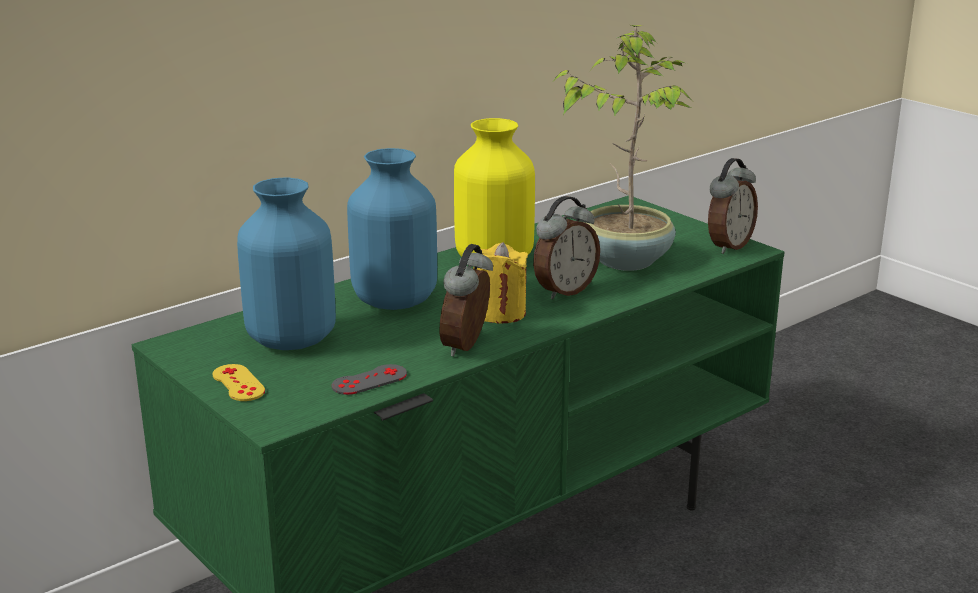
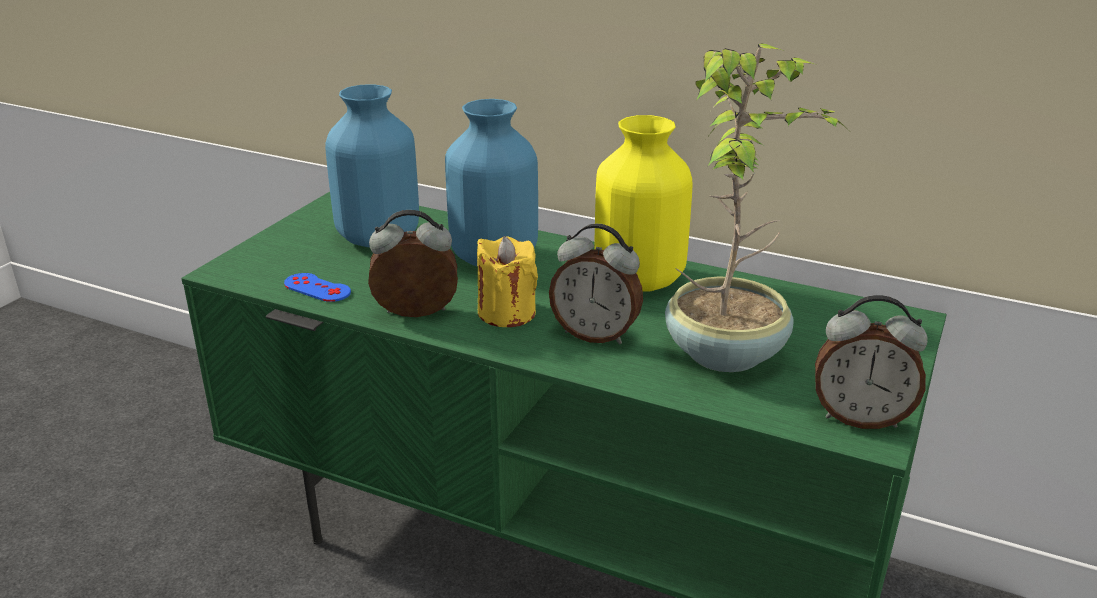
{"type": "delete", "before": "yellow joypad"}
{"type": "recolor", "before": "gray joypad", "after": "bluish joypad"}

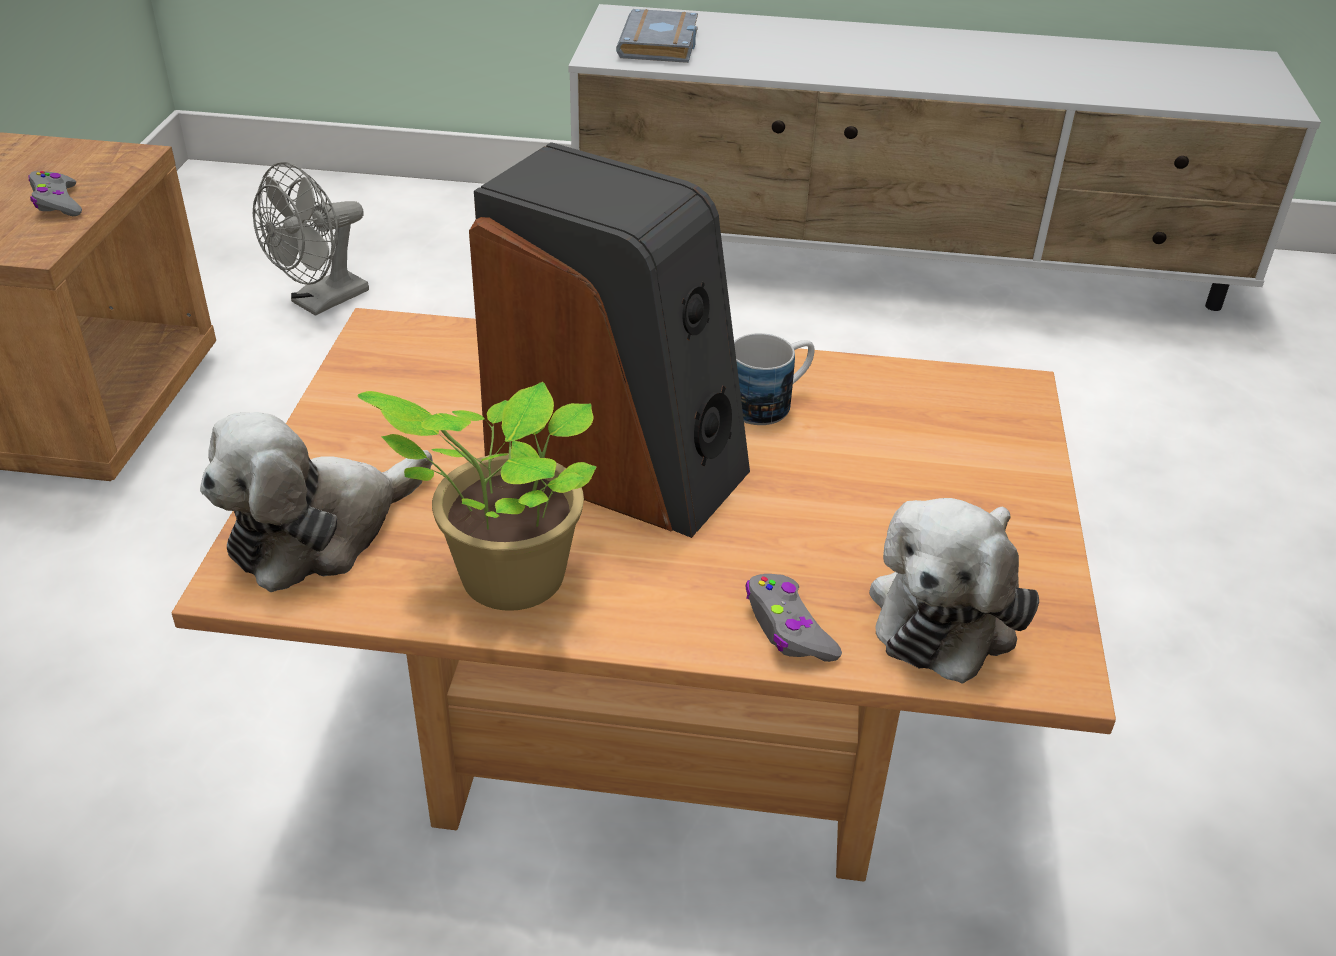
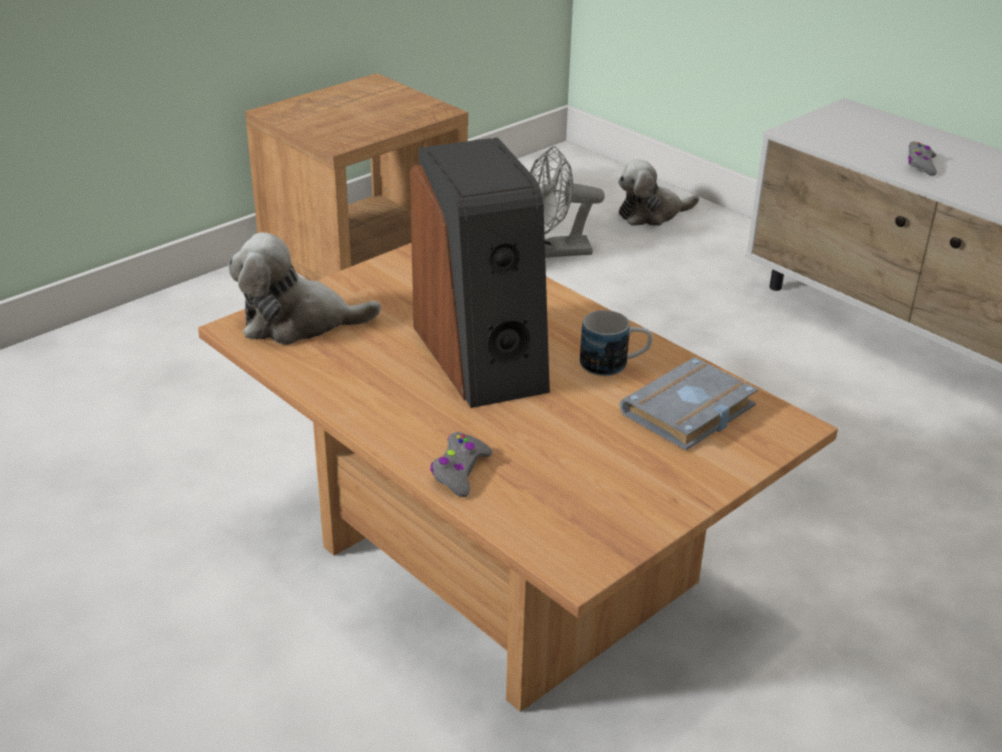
{"type": "move", "before": "gray joypad (1st from left in the first image)", "after": "gray joypad (2nd from left)"}
{"type": "delete", "before": "houseplant"}
{"type": "move", "before": "gray volume"}
{"type": "move", "before": "plush toy (2nd from left)"}

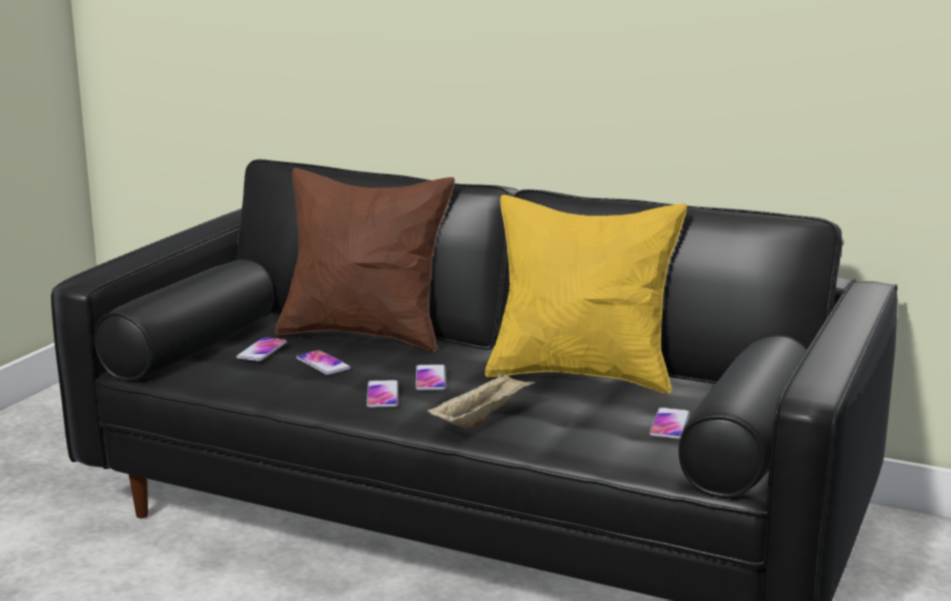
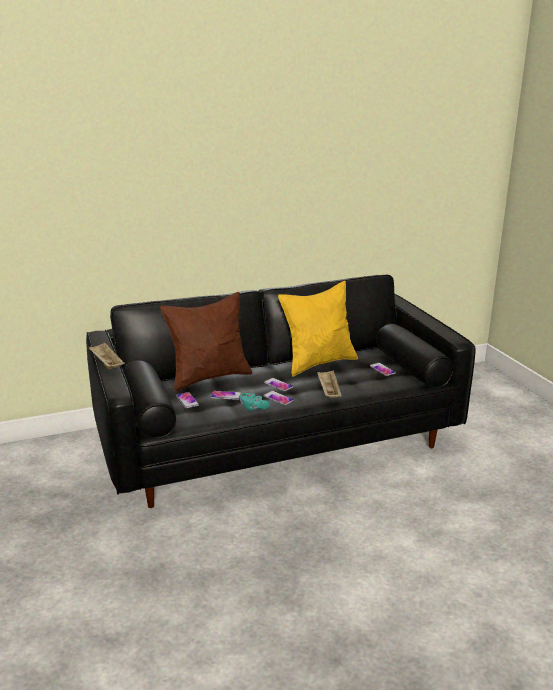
{"type": "insert", "after": "beige serving tray (1st from left)"}
{"type": "insert", "after": "turquoise-coloured joypad"}

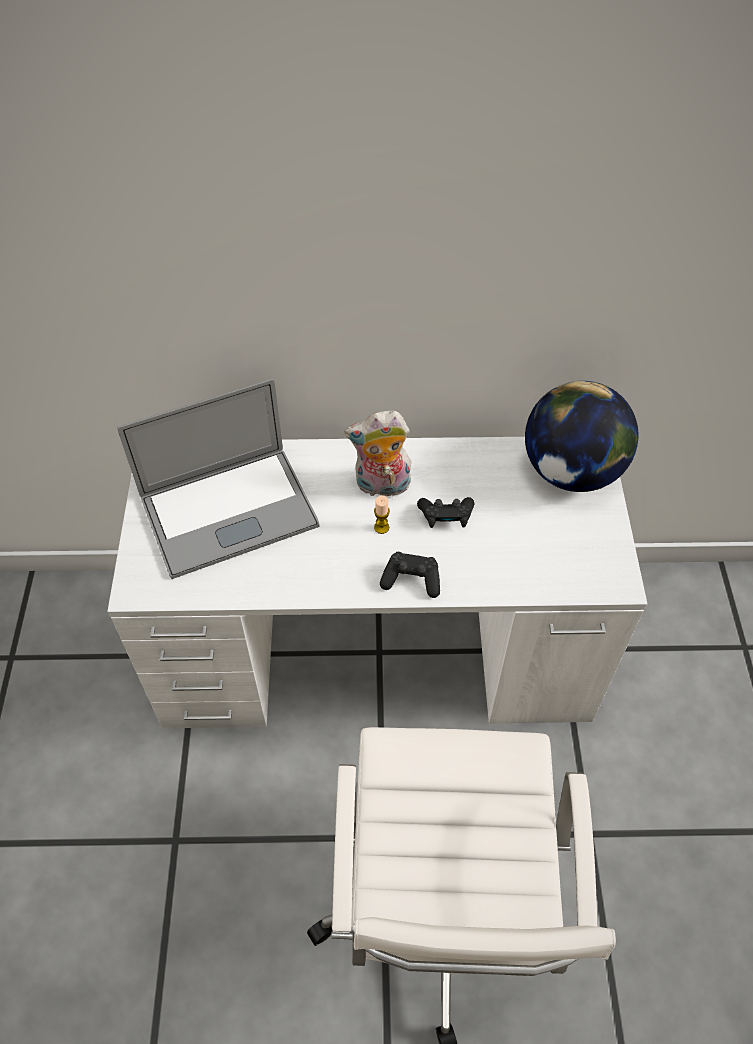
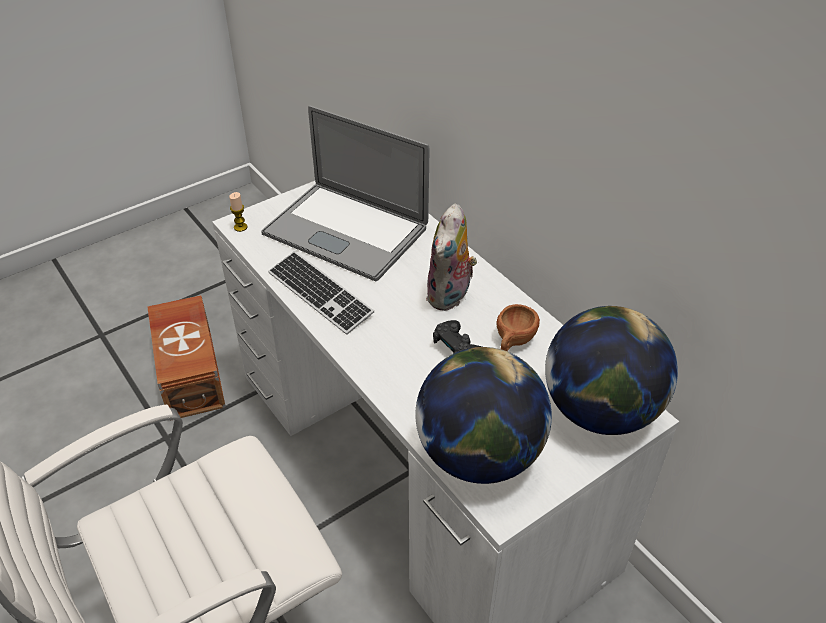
{"type": "rotate", "before": "plush toy", "turn": -120}
{"type": "move", "before": "candle"}
{"type": "delete", "before": "blackish joypad (1st from left)"}
{"type": "insert", "after": "brown storage bin"}
{"type": "insert", "after": "PC keyboard"}
{"type": "insert", "after": "desk globe (1st from left)"}
{"type": "insert", "after": "brown cup"}

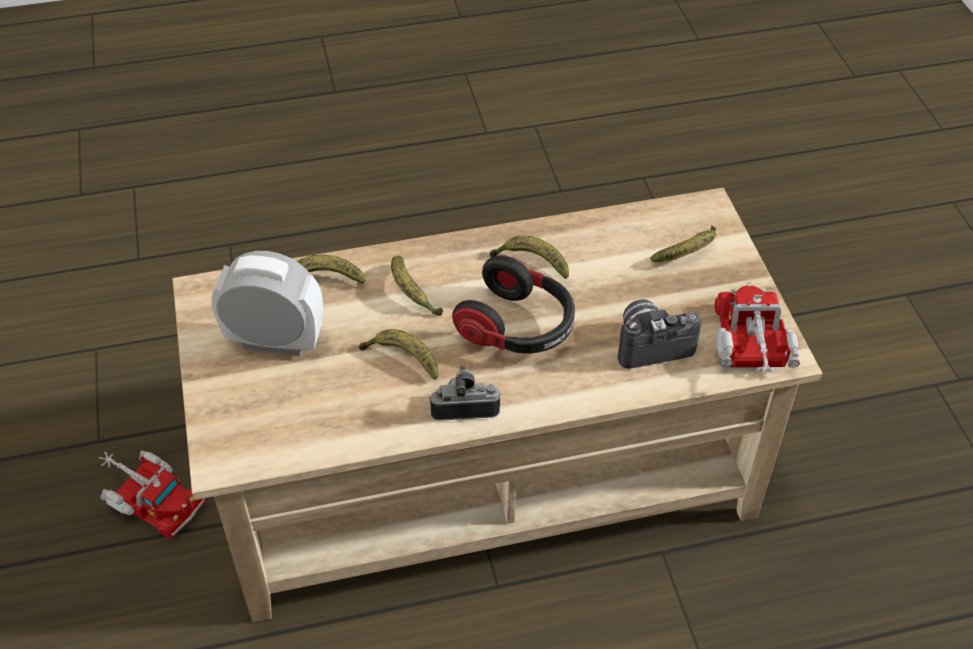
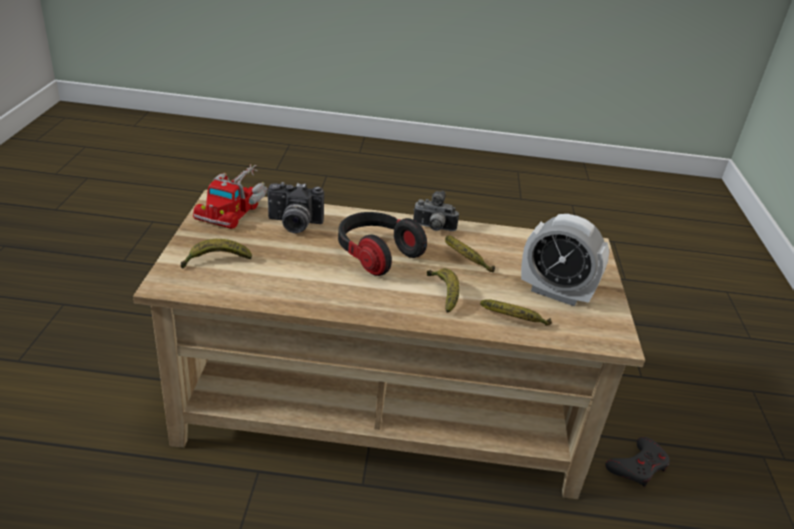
{"type": "replace", "before": "model truck (1st from left)", "after": "gray joypad"}
{"type": "delete", "before": "banana (4th from left)"}

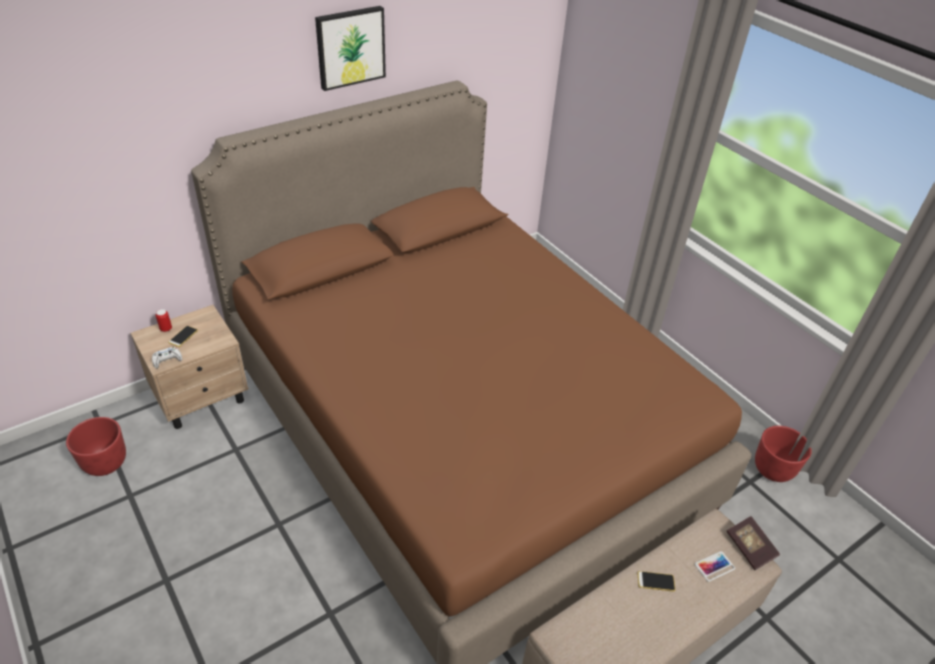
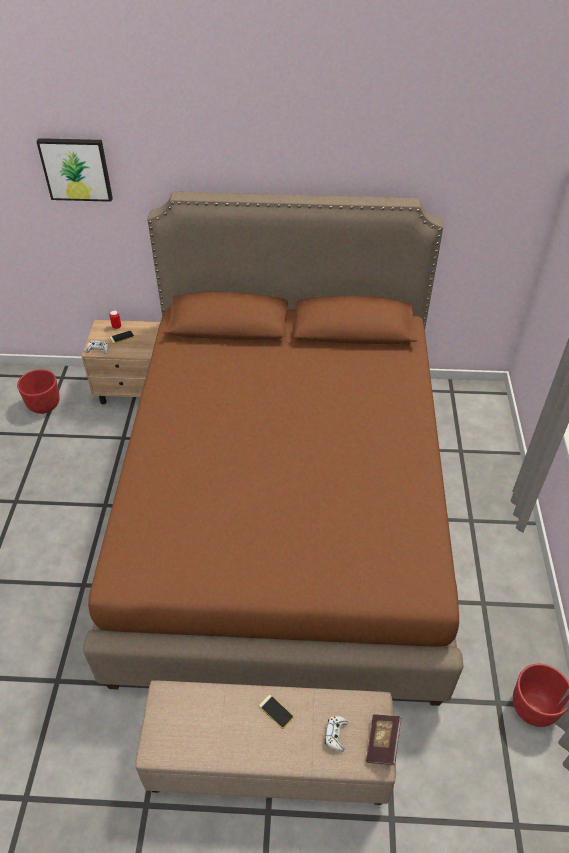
{"type": "move", "before": "picture"}
{"type": "replace", "before": "phone (3rd from left)", "after": "white joypad (2nd from left)"}

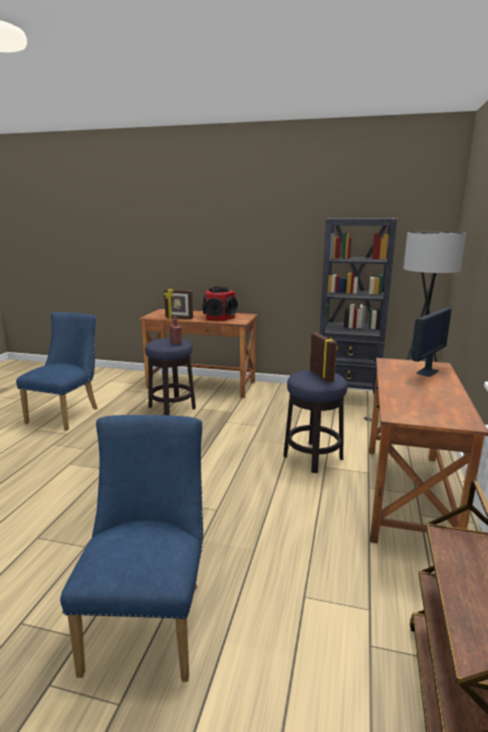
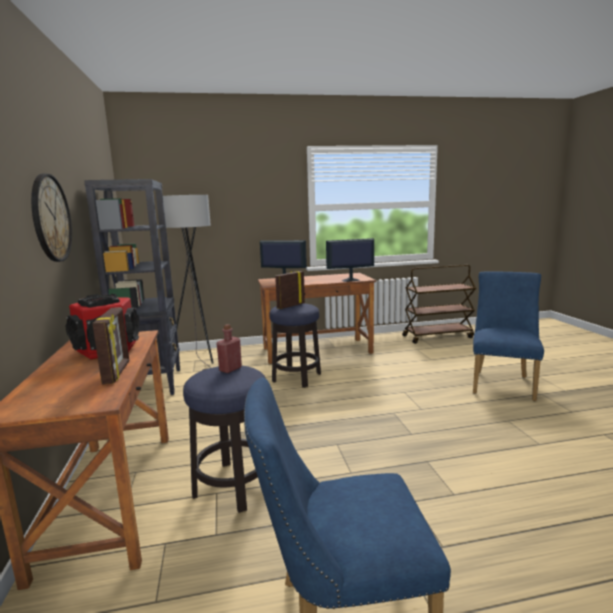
{"type": "rotate", "before": "bluish upright chair (2nd from left)", "turn": 135}
{"type": "insert", "after": "hanging clock"}
{"type": "insert", "after": "computer display (2nd from left)"}

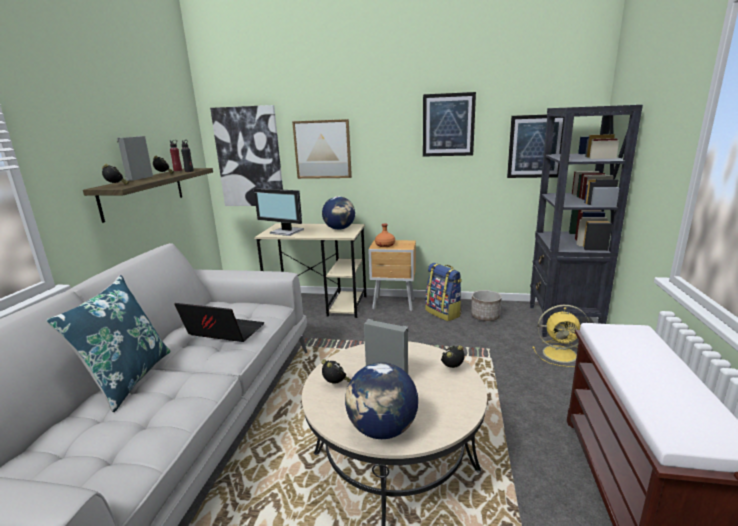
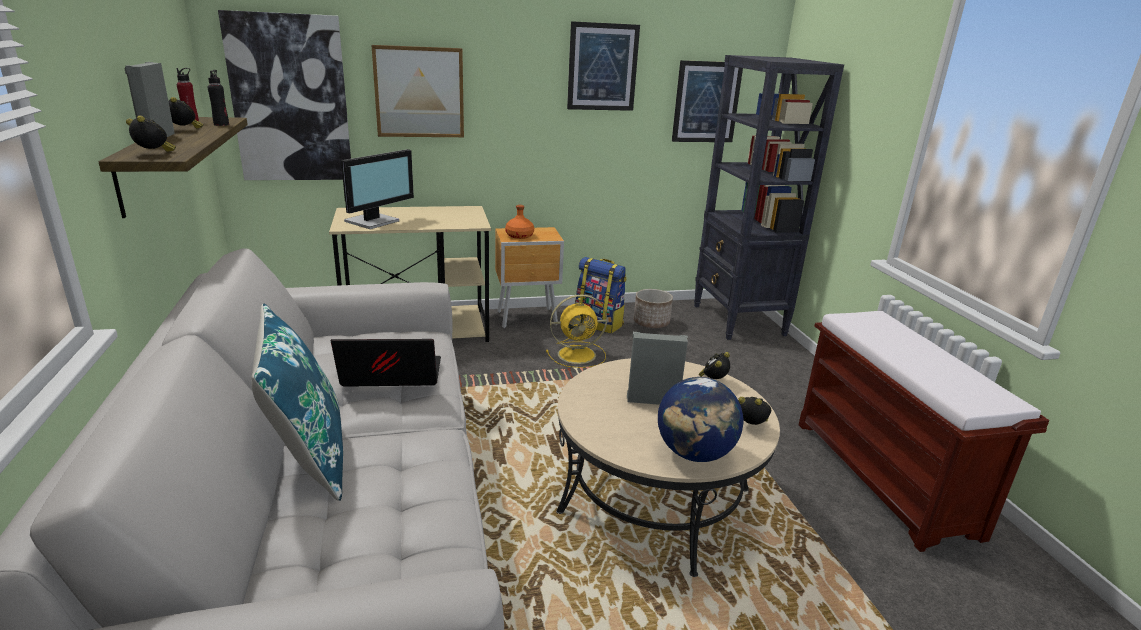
{"type": "rotate", "before": "computer display", "turn": -60}
{"type": "move", "before": "bedside clock (3rd from left in the first image)", "after": "bedside clock (4th from left)"}
{"type": "delete", "before": "desk globe (1st from left)"}
{"type": "move", "before": "yellow electric fan"}

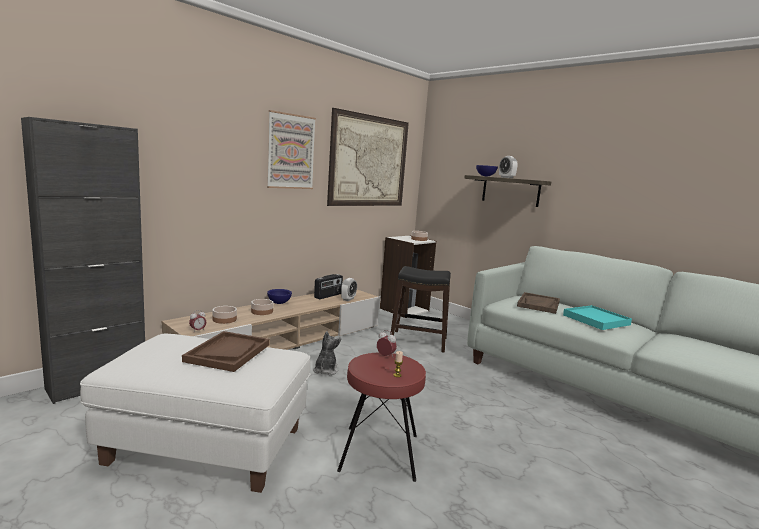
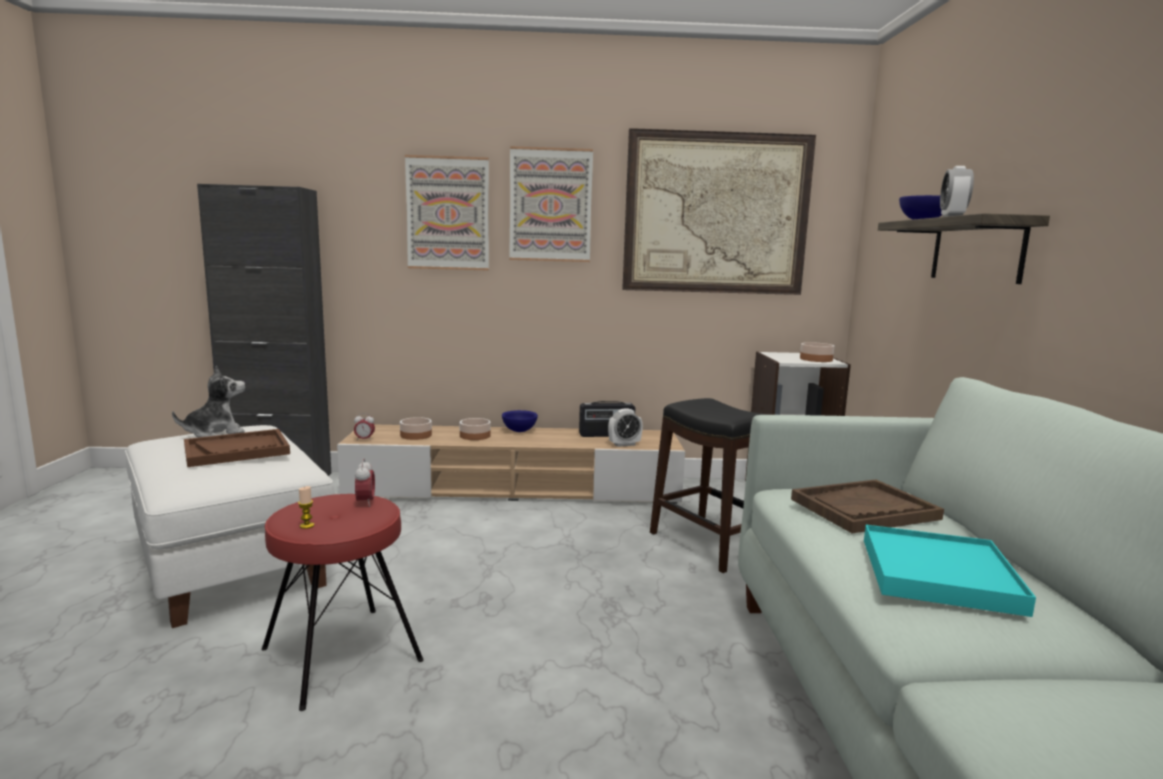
{"type": "move", "before": "plush toy"}
{"type": "insert", "after": "picture (1st from left)"}

